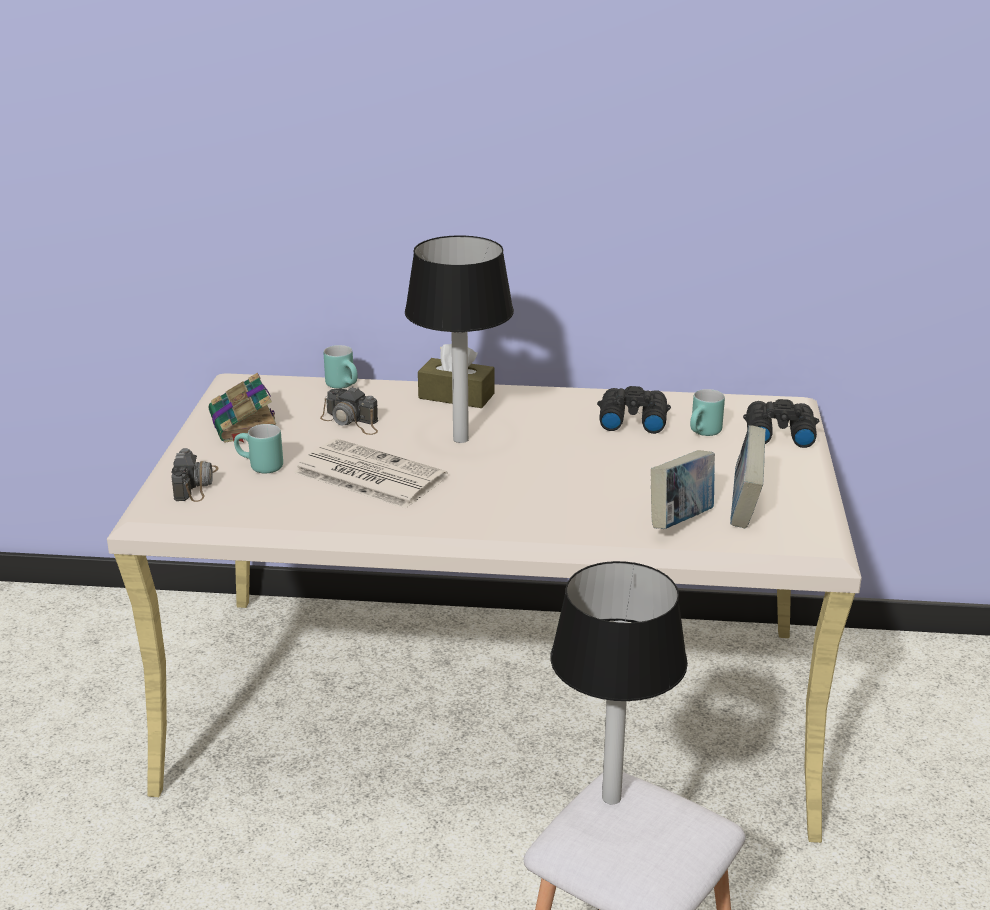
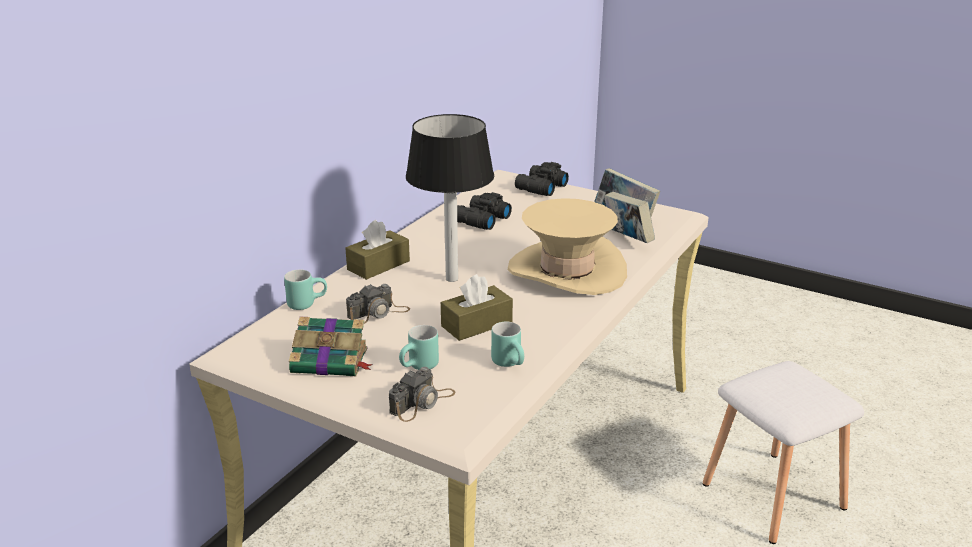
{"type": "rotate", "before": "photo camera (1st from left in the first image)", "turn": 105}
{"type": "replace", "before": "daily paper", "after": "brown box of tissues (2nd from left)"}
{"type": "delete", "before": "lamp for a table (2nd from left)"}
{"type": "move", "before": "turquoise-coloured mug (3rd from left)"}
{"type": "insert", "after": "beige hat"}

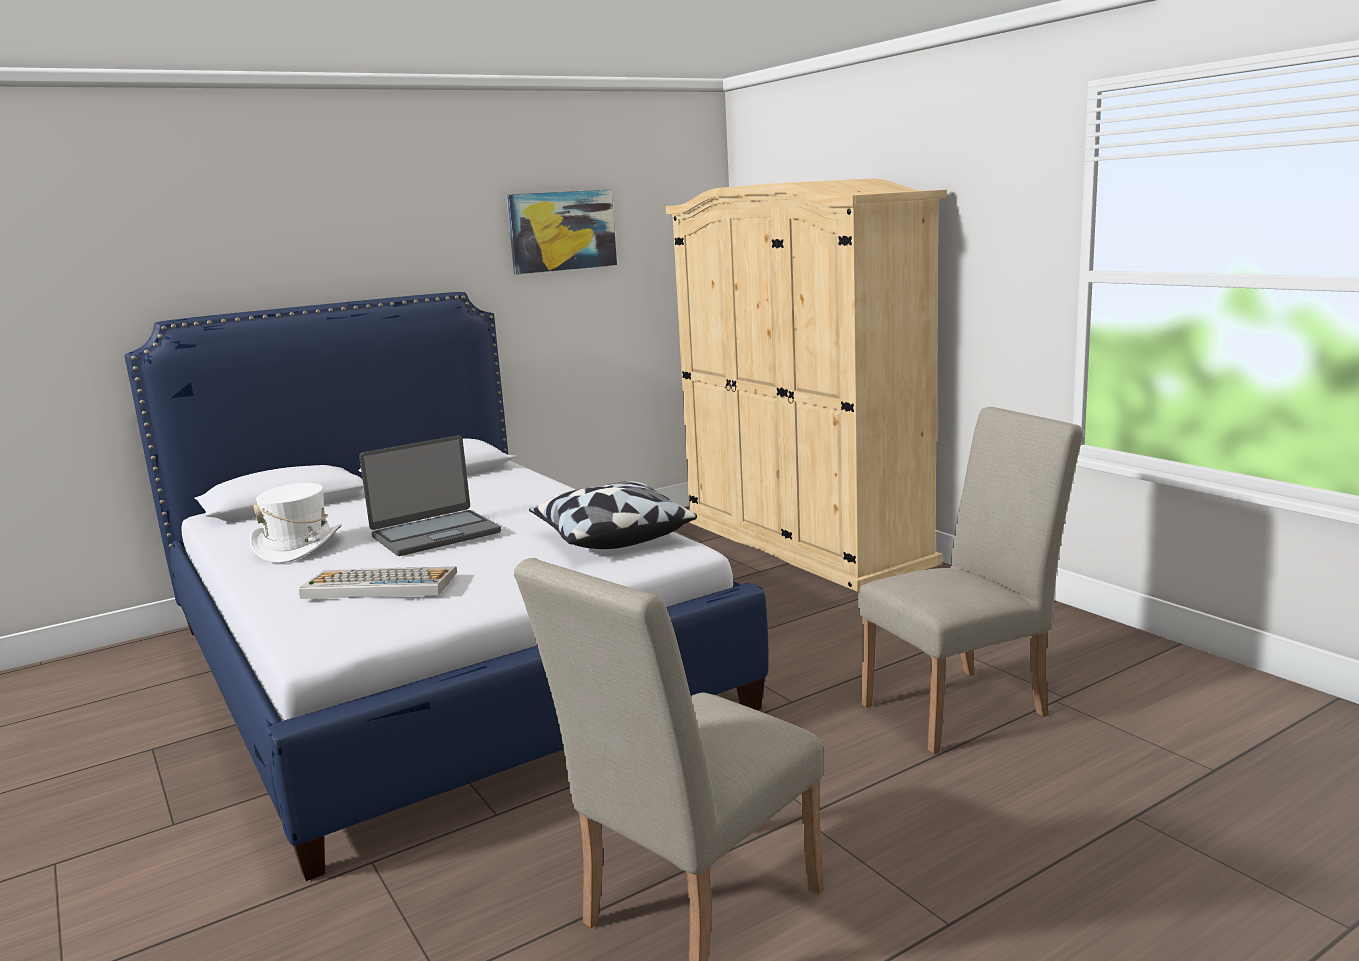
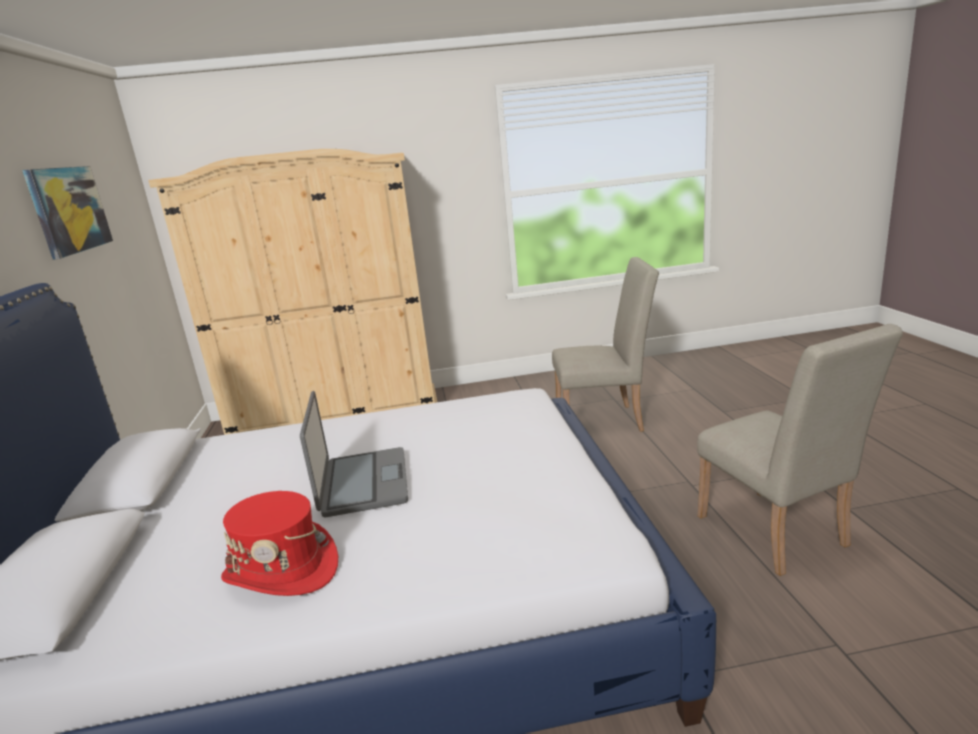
{"type": "recolor", "before": "white hat", "after": "red hat"}
{"type": "delete", "before": "PC keyboard"}
{"type": "delete", "before": "cushion"}
{"type": "rotate", "before": "beige upright chair (2nd from left in the first image)", "turn": 90}

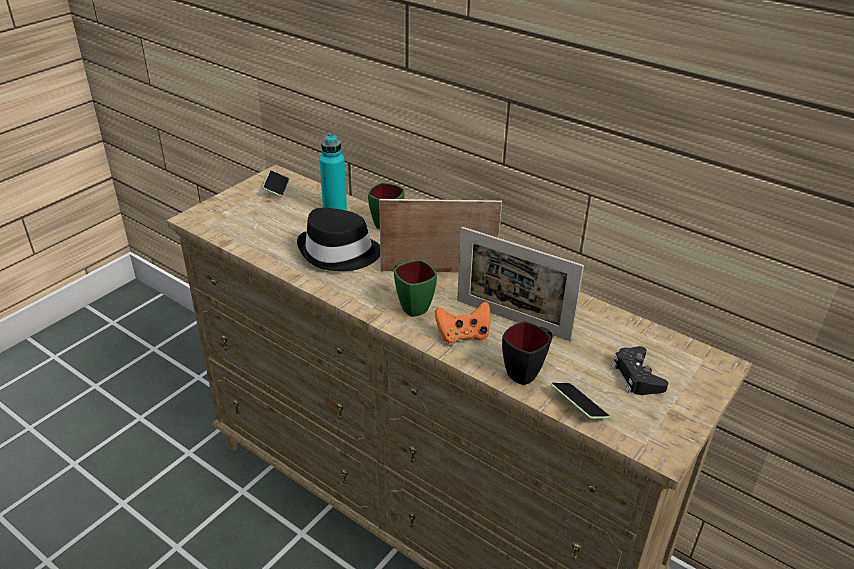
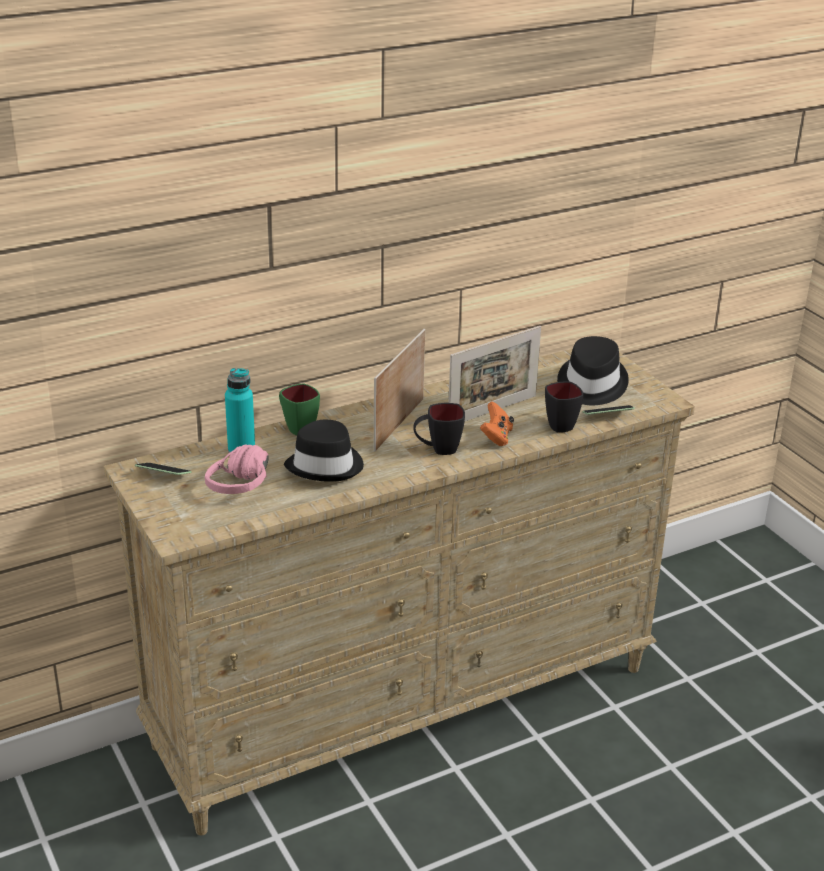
{"type": "recolor", "before": "green mug (2nd from left)", "after": "blackish mug (1st from left)"}
{"type": "replace", "before": "blackish joypad", "after": "blackish hat (2nd from left)"}
{"type": "insert", "after": "pink-coloured headset"}

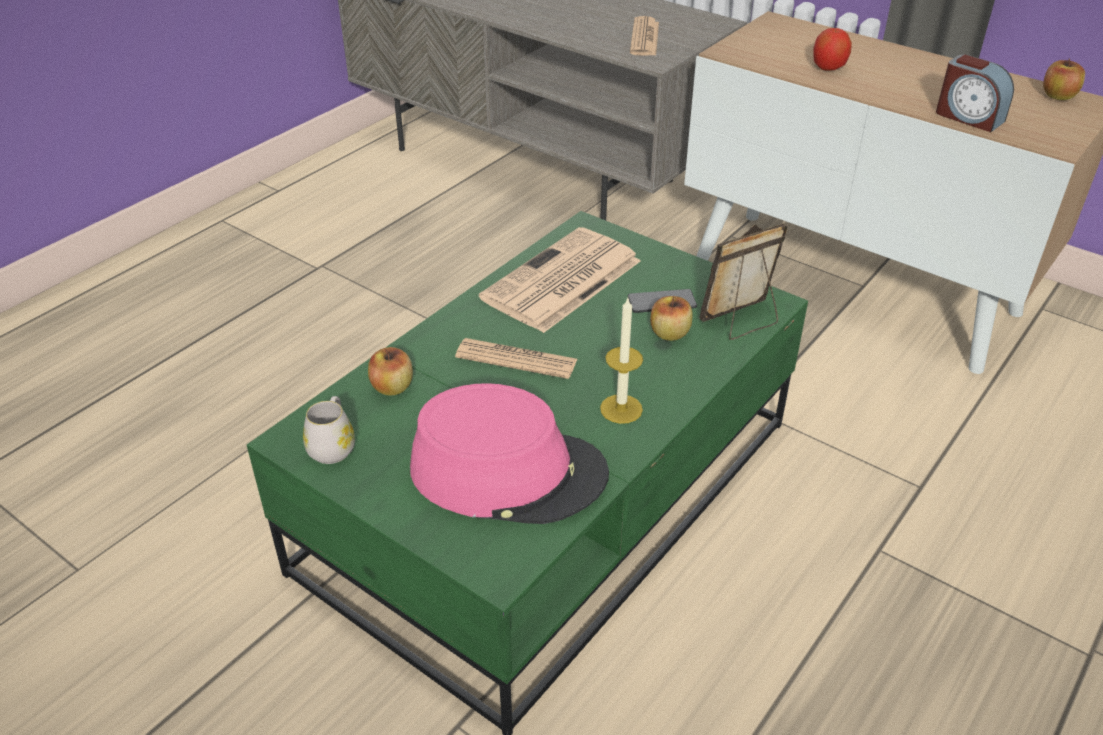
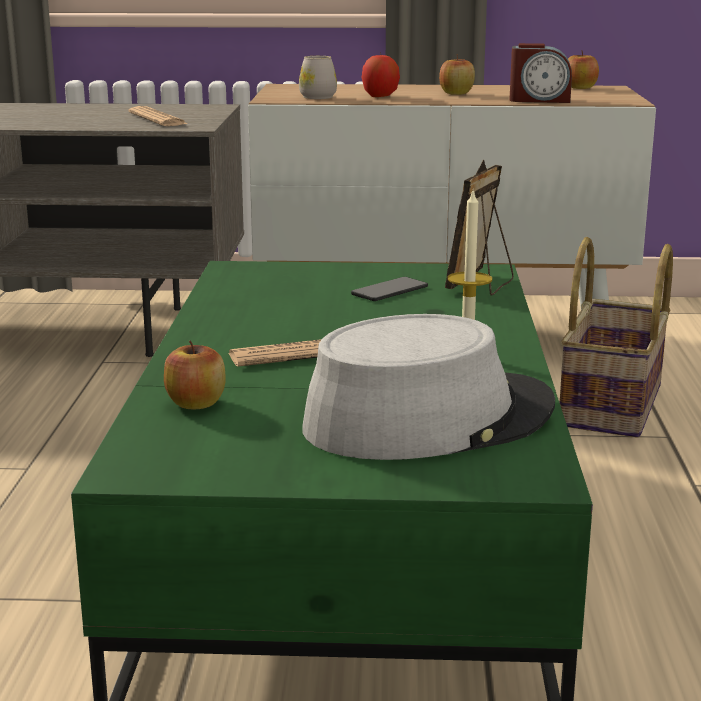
{"type": "move", "before": "white mug"}
{"type": "recolor", "before": "pink-coloured hat", "after": "gray hat"}
{"type": "delete", "before": "daily paper (2nd from left)"}
{"type": "move", "before": "whole apple (2nd from left in the first image)", "after": "whole apple (3rd from left)"}
{"type": "insert", "after": "storage basket"}

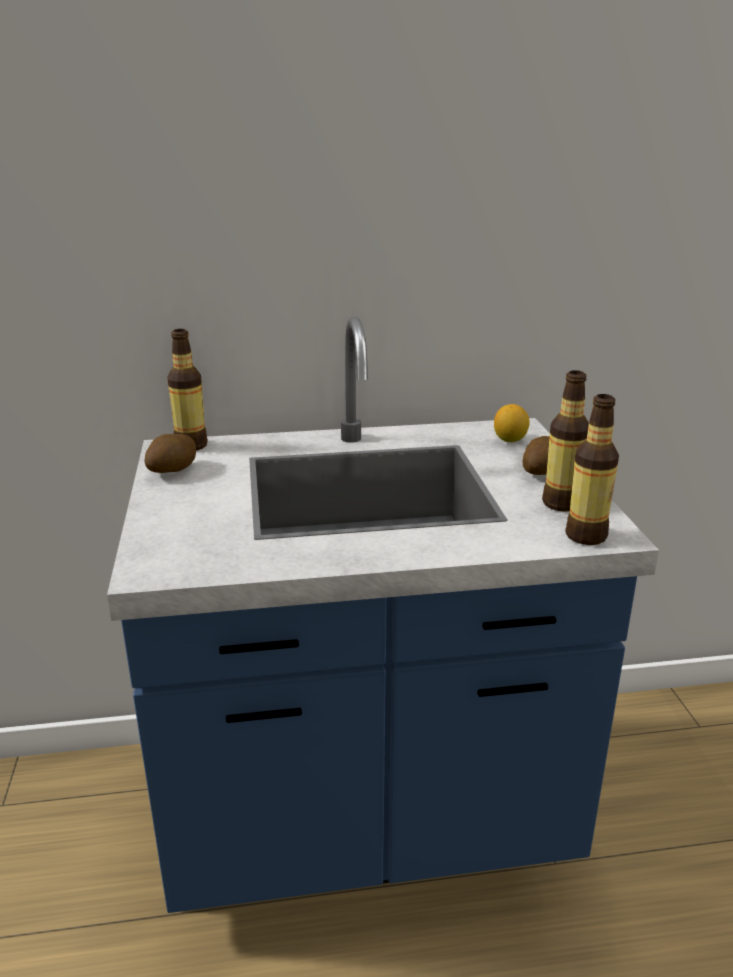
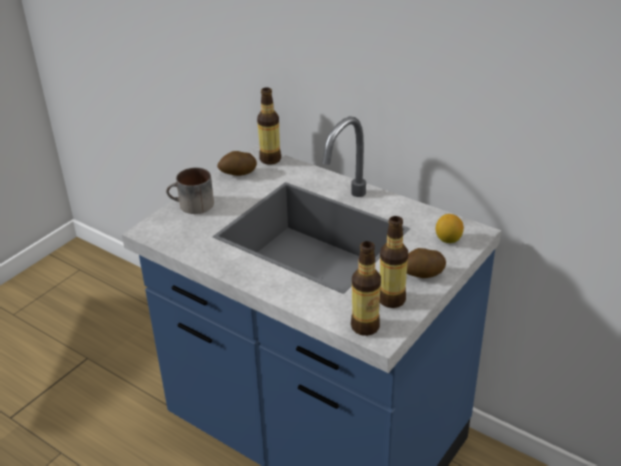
{"type": "insert", "after": "mug"}

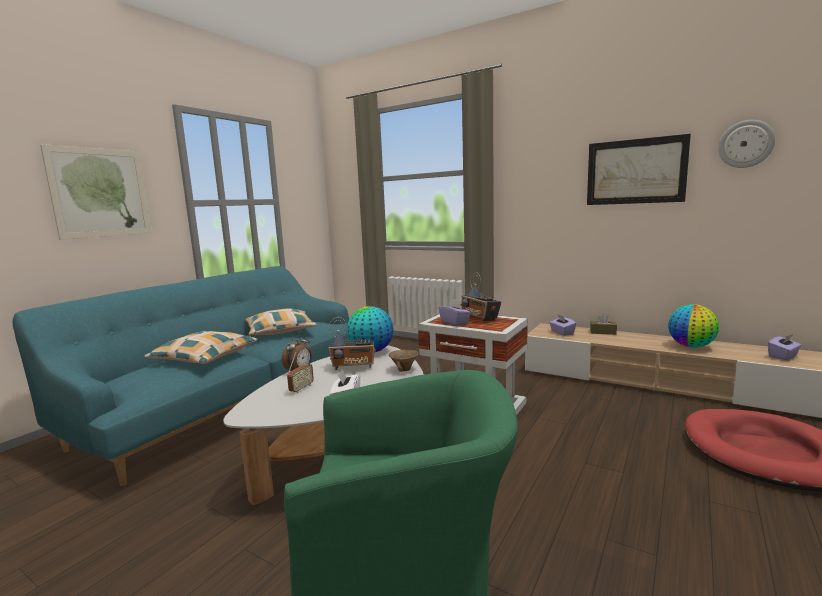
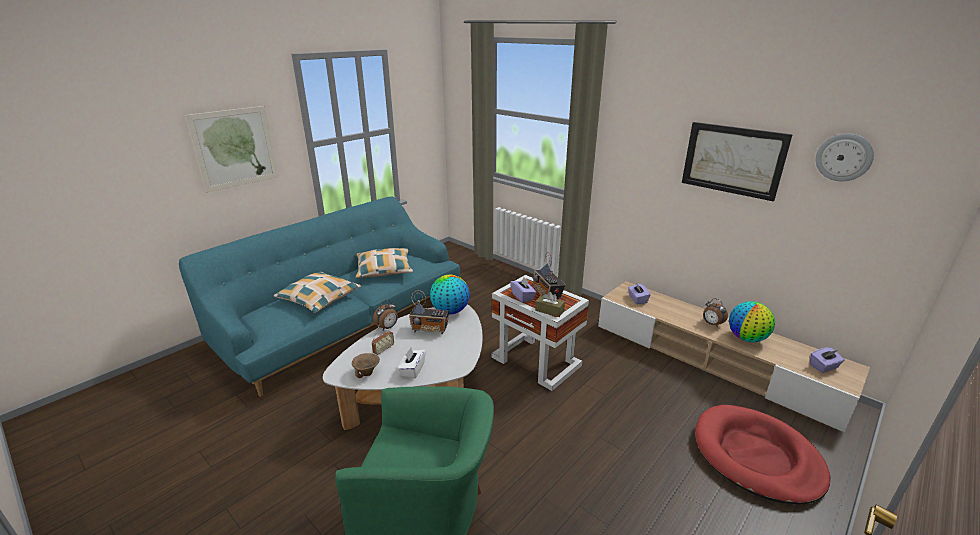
{"type": "move", "before": "brown bowl"}
{"type": "move", "before": "brown box of tissues"}
{"type": "insert", "after": "bedside clock (2nd from left)"}

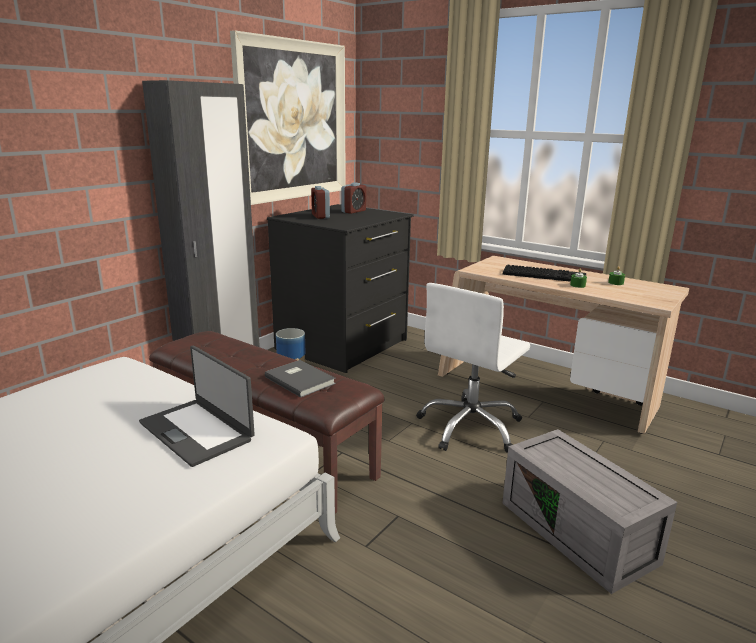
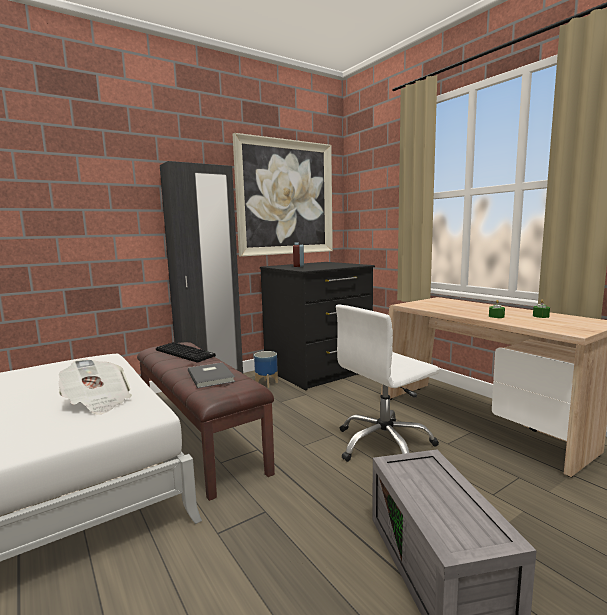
{"type": "replace", "before": "notebook computer", "after": "daily paper"}
{"type": "delete", "before": "bedside clock (2nd from left)"}
{"type": "move", "before": "PC keyboard"}

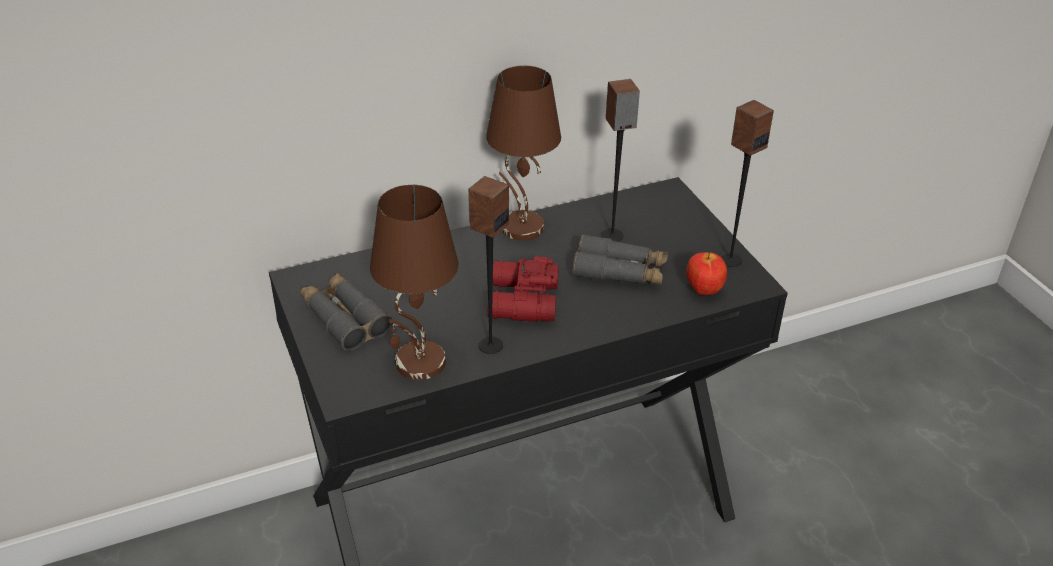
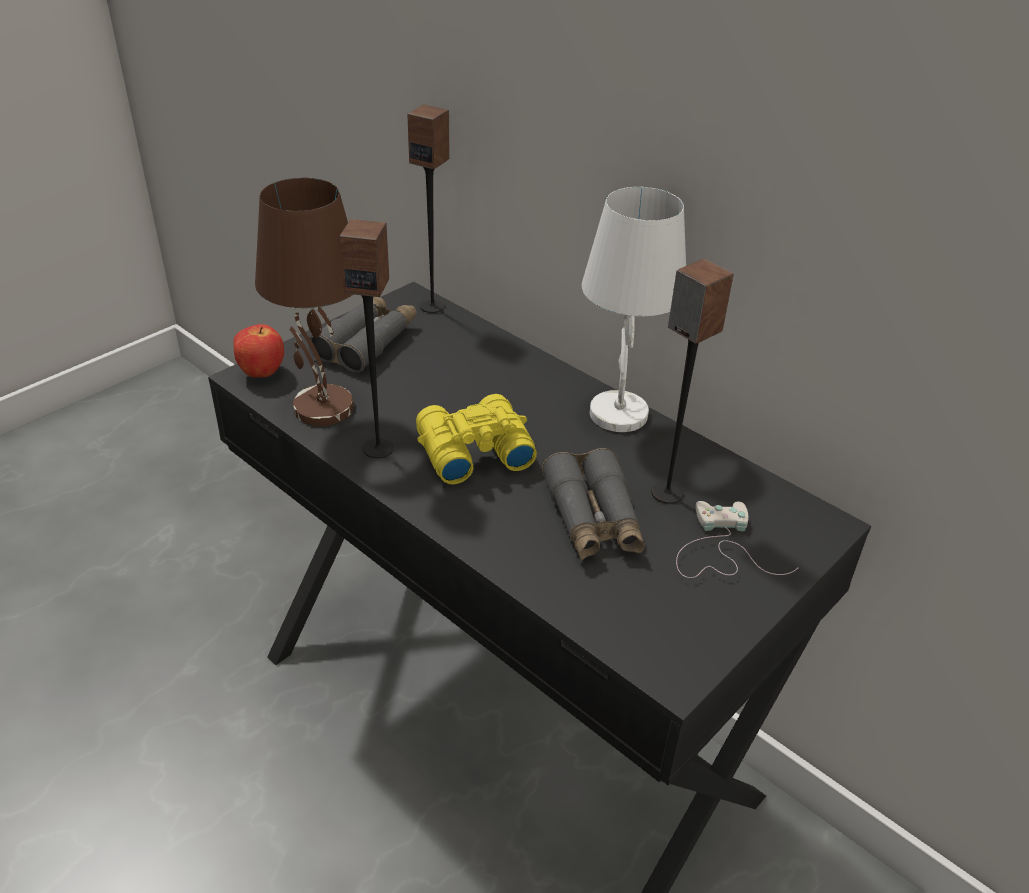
{"type": "recolor", "before": "brown lamp for a table (2nd from left)", "after": "white lamp for a table"}
{"type": "recolor", "before": "red field glasses", "after": "yellow field glasses"}
{"type": "move", "before": "whole apple"}
{"type": "move", "before": "loudspeaker (3rd from left in the first image)", "after": "loudspeaker (2nd from left)"}
{"type": "insert", "after": "white joypad"}

